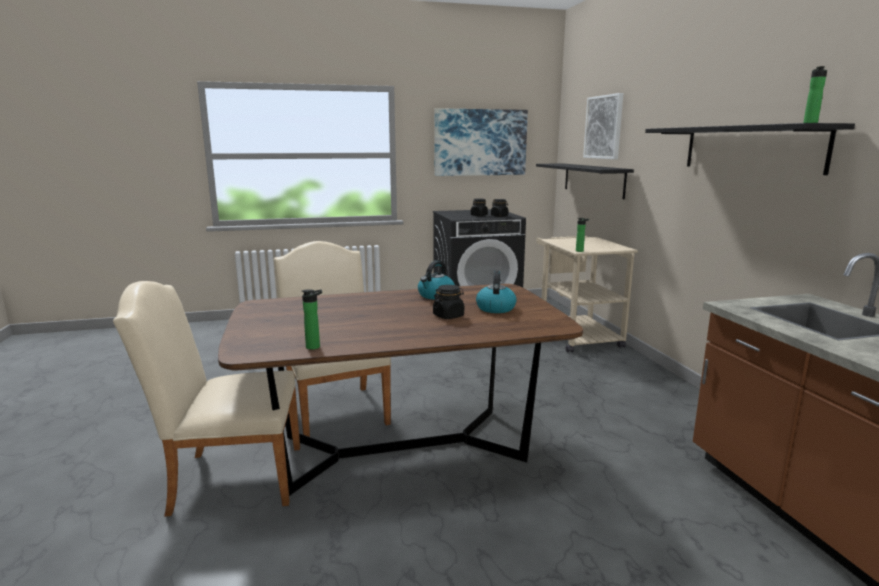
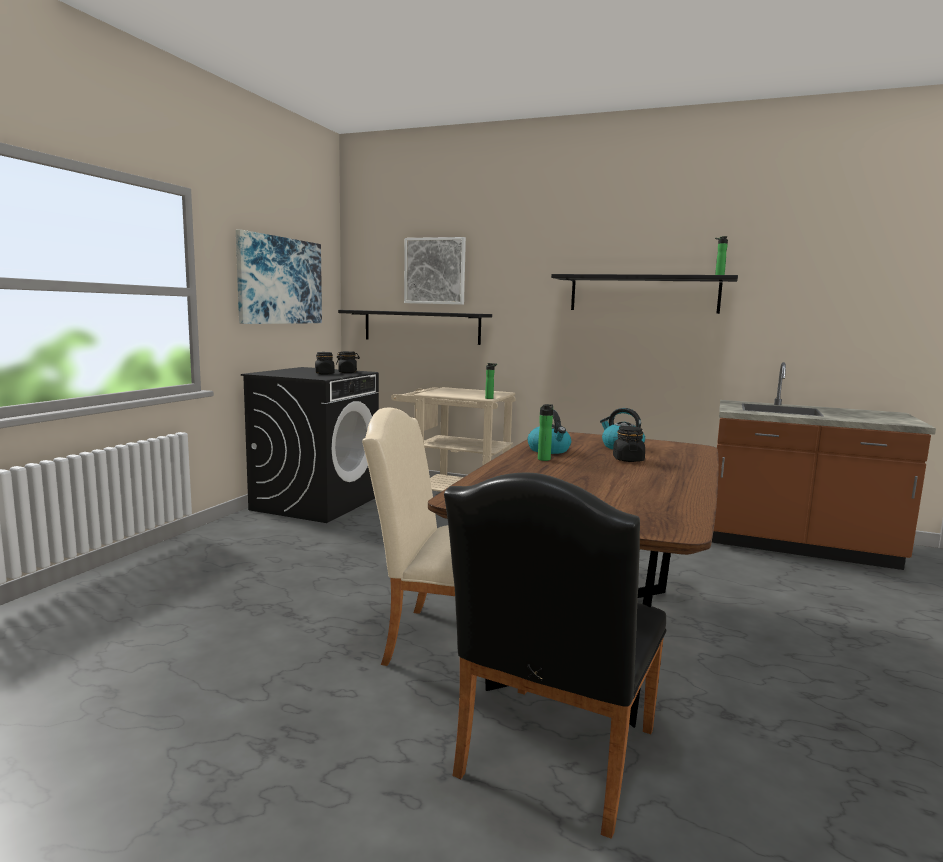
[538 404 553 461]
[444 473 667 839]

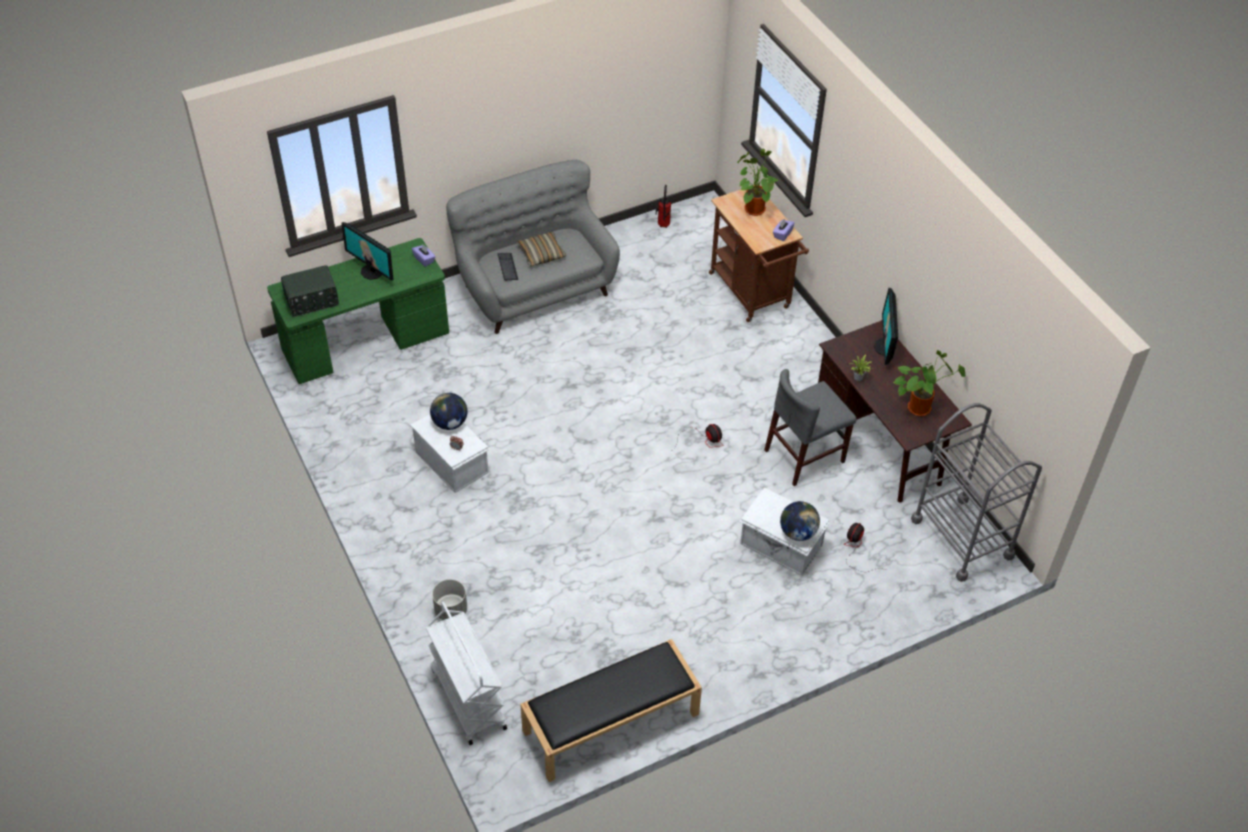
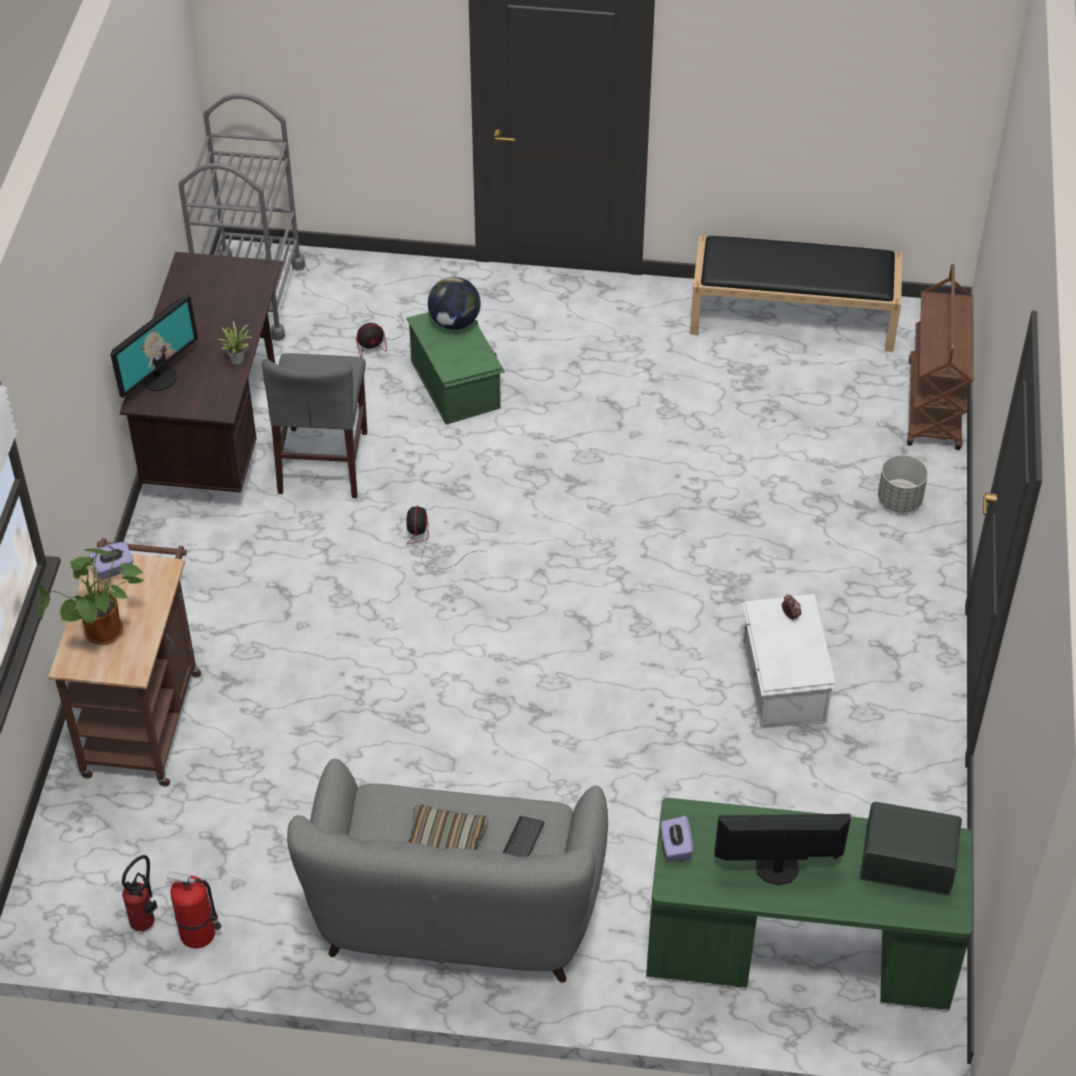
[430 393 467 430] (first image)
[893 350 965 416] (first image)
[166 871 222 949]
[907 264 974 450]
[407 312 505 425]
[714 814 851 885]
[262 353 367 498]

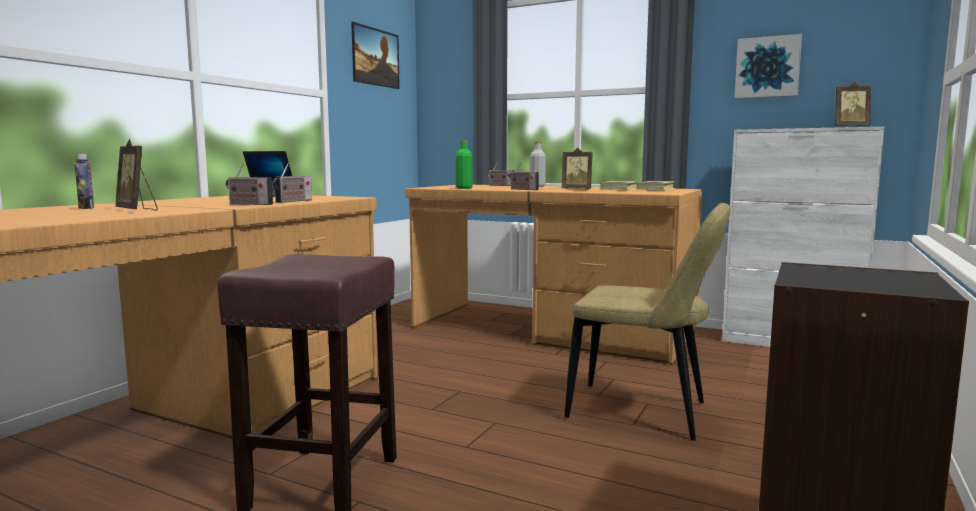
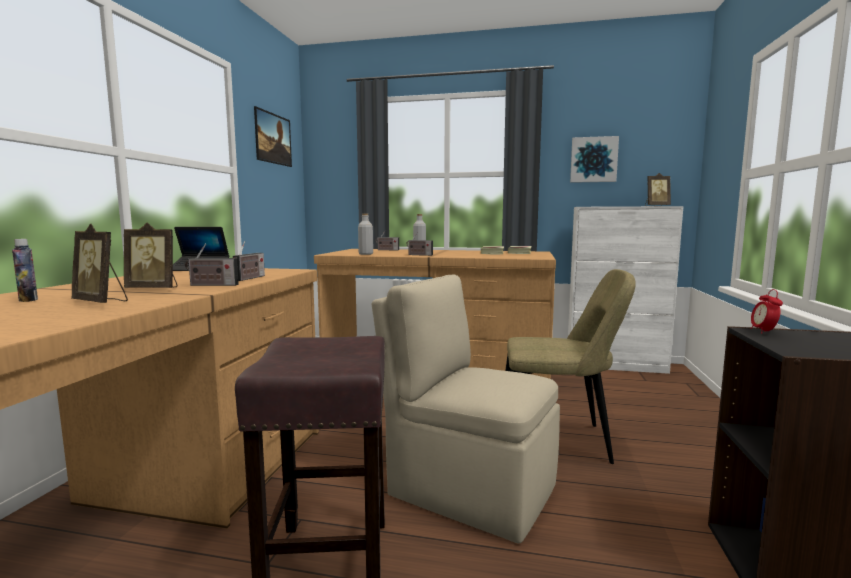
[372 275 560 543]
[751 289 783 334]
[124 223 178 288]
[358 214 373 255]

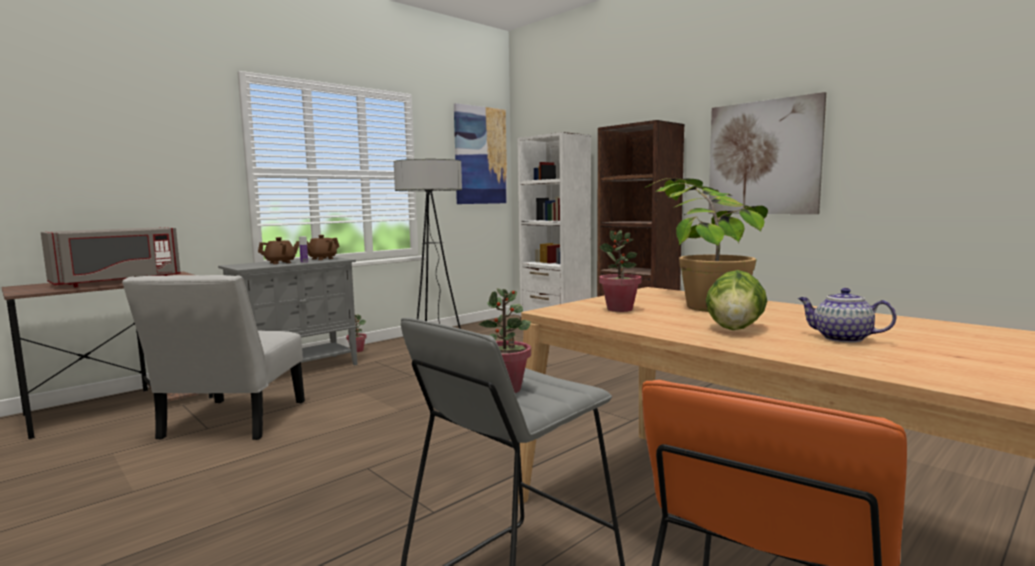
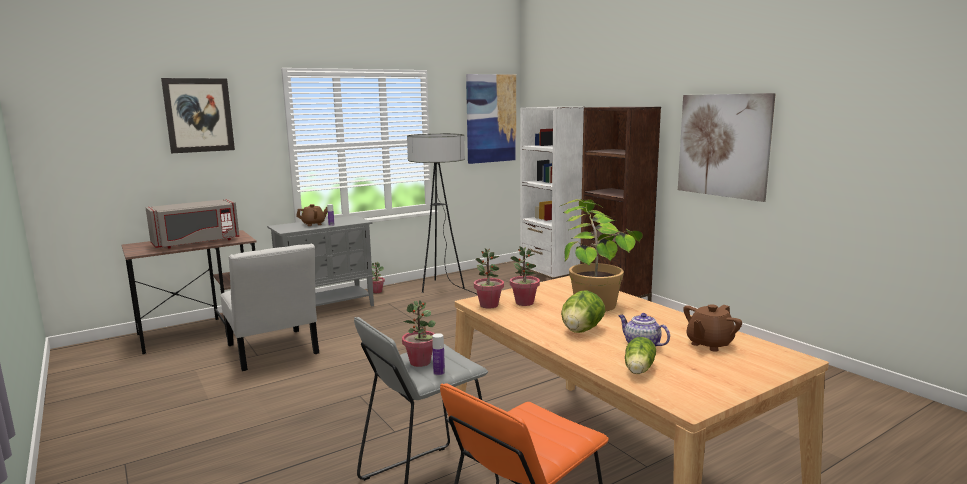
[161 78 235 153]
[432 333 445 376]
[474 248 504 309]
[625 337 656 374]
[683 304 742 352]
[220 243 319 371]

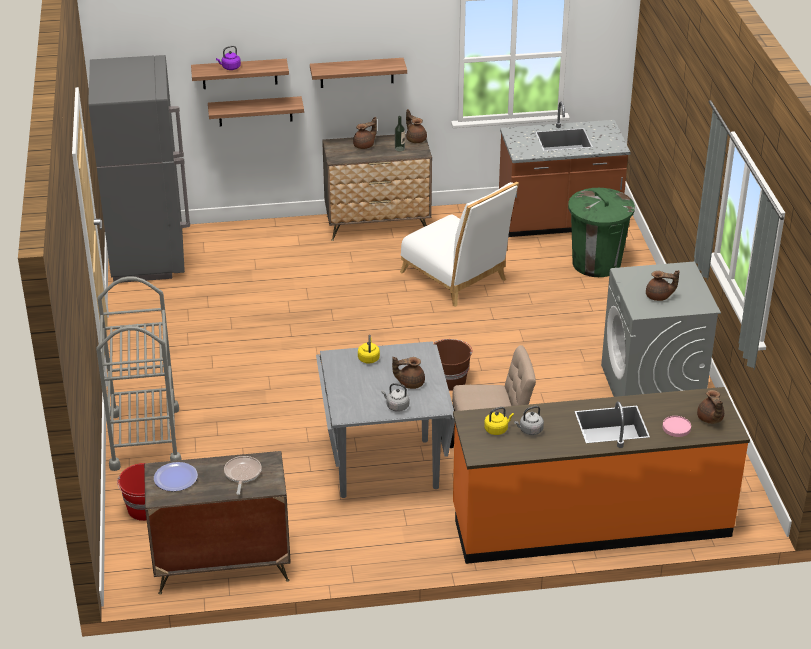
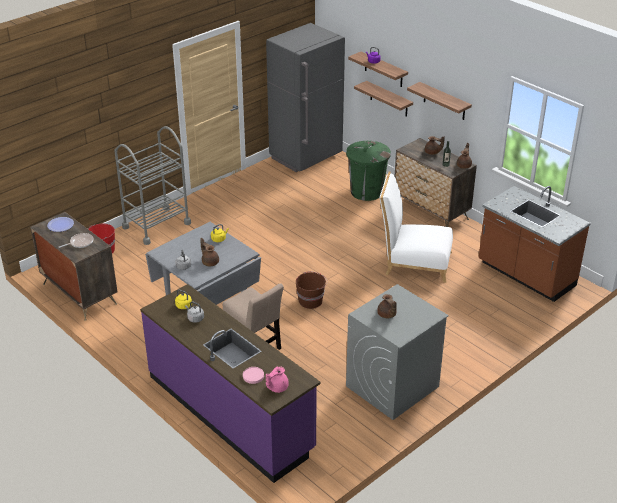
[346 141 391 201]
[140 284 321 483]
[266 366 289 393]
[380 172 453 283]

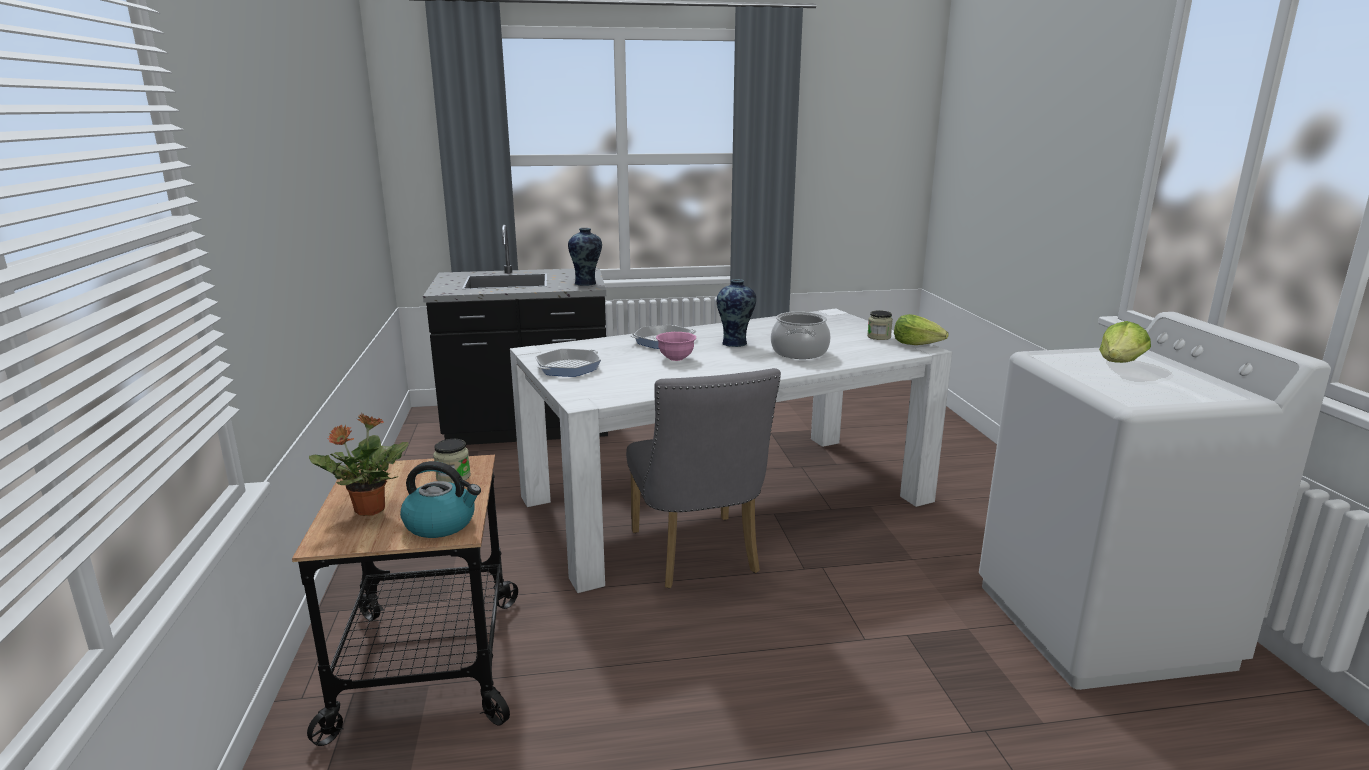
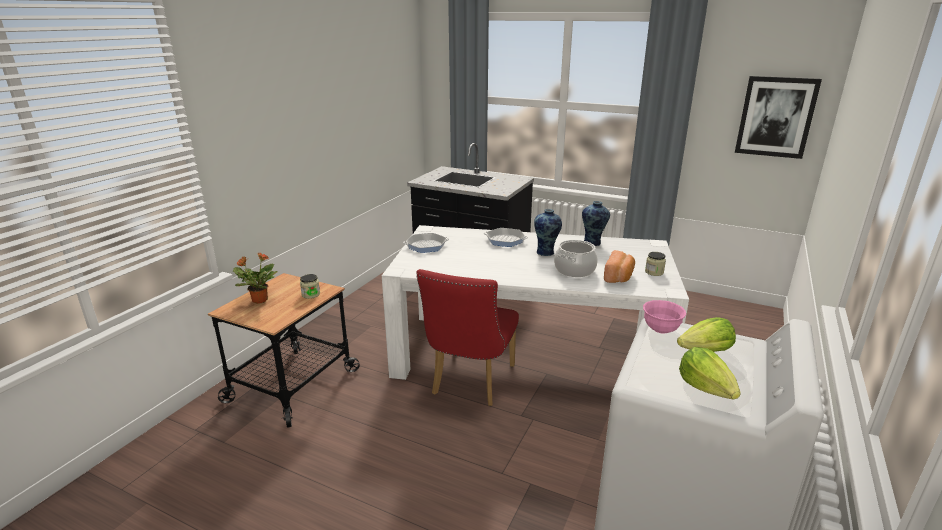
[400 461 481 538] (first image)
[604 250 635 283]
[735 76 822 159]
[582 201 610 246]
[643 300 686 334]
[679 347 741 399]
[417 269 519 406]

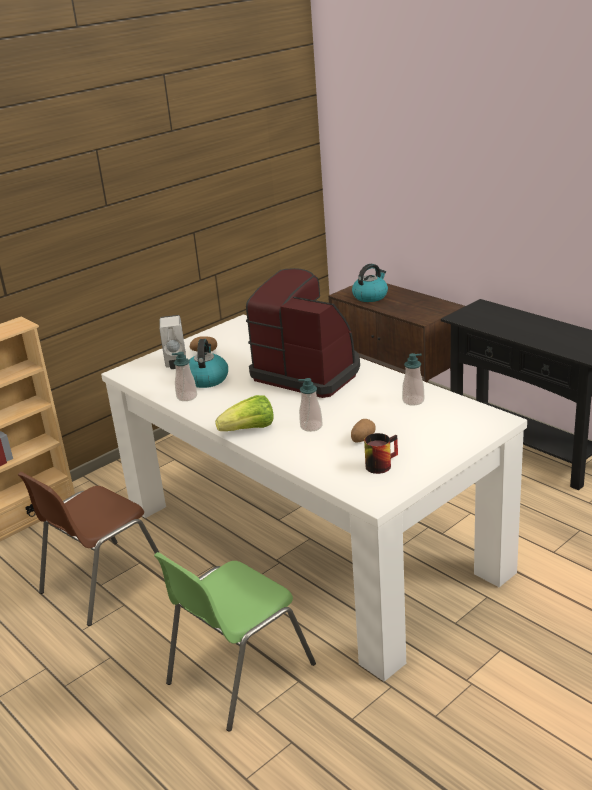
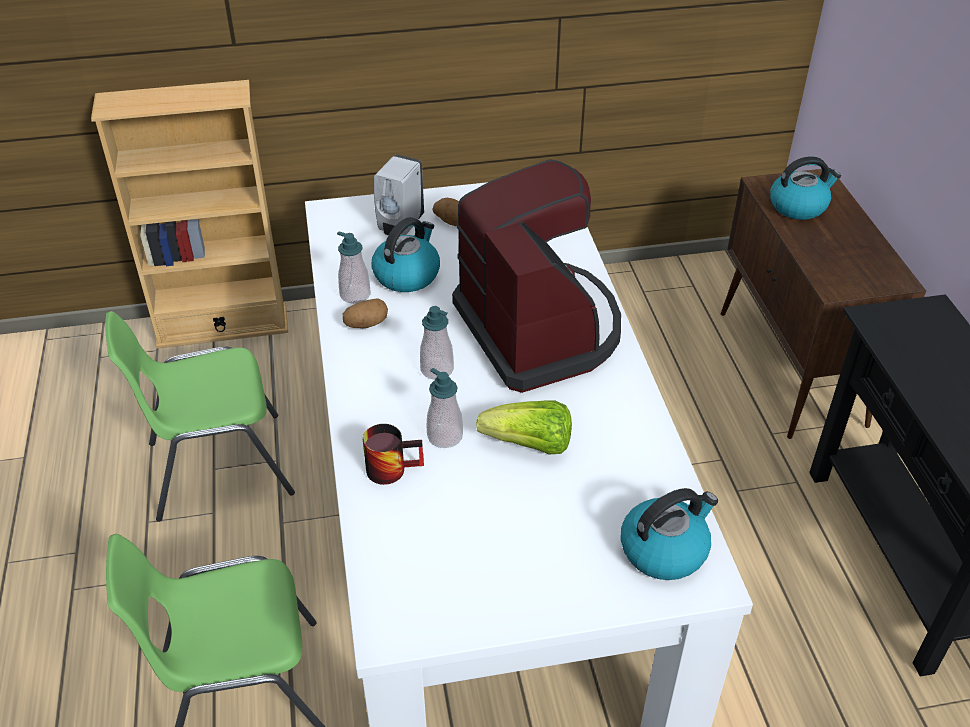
[621 488 718 580]
[476 400 572 454]
[343 298 388 328]
[363 424 424 485]
[420 306 454 380]
[105 311 295 522]

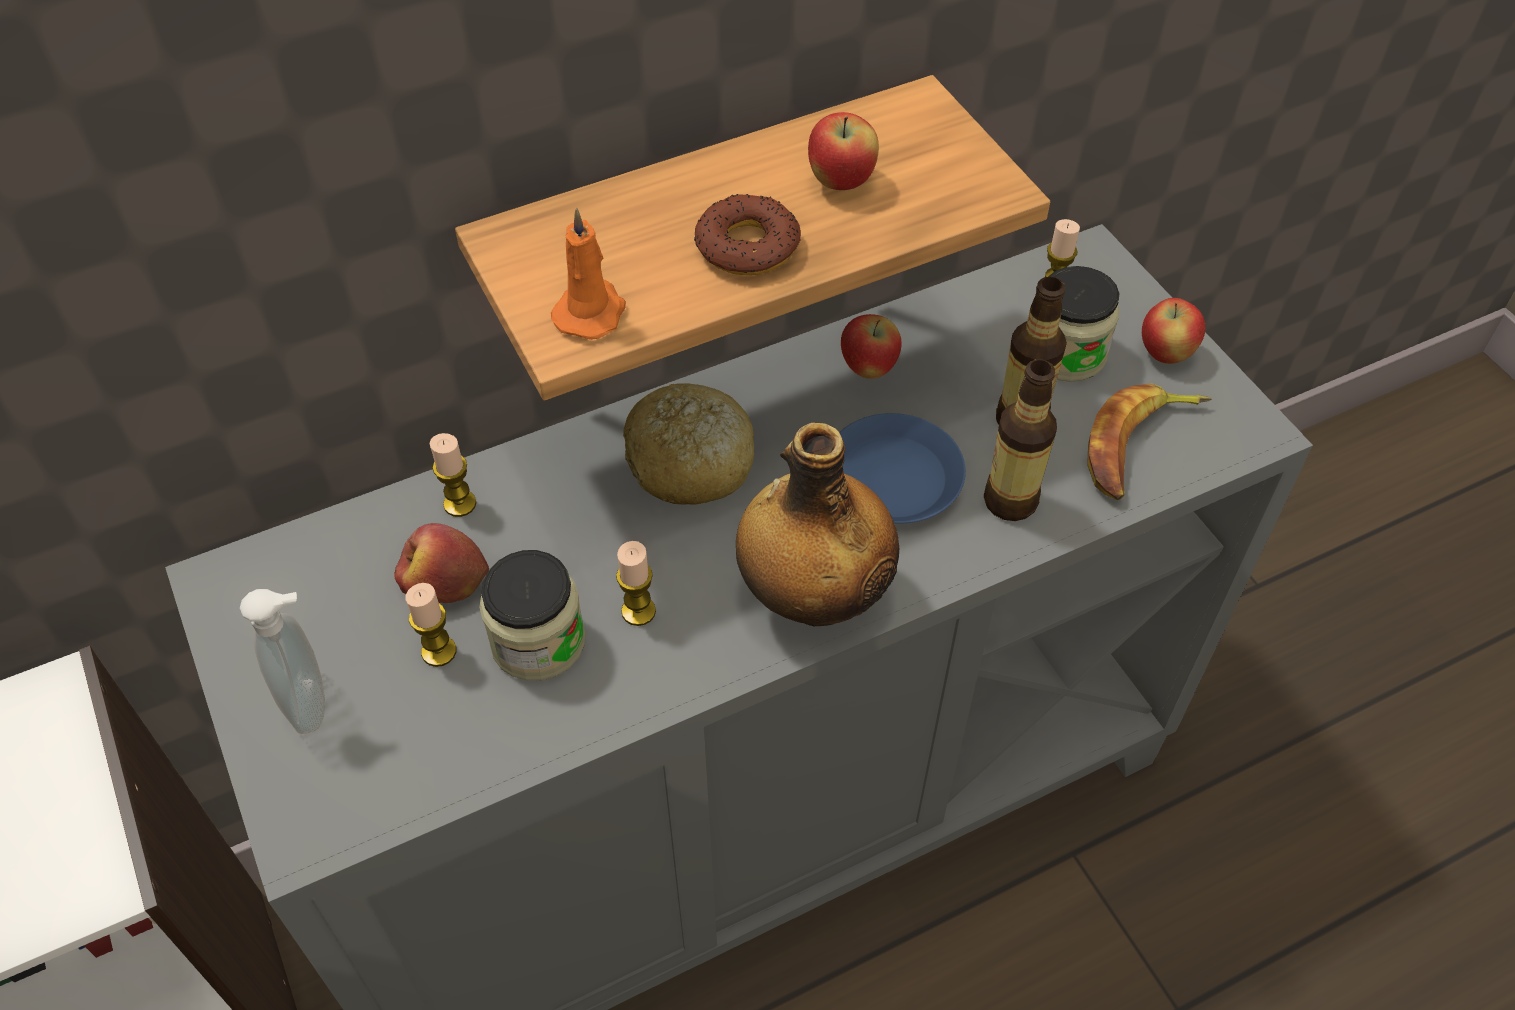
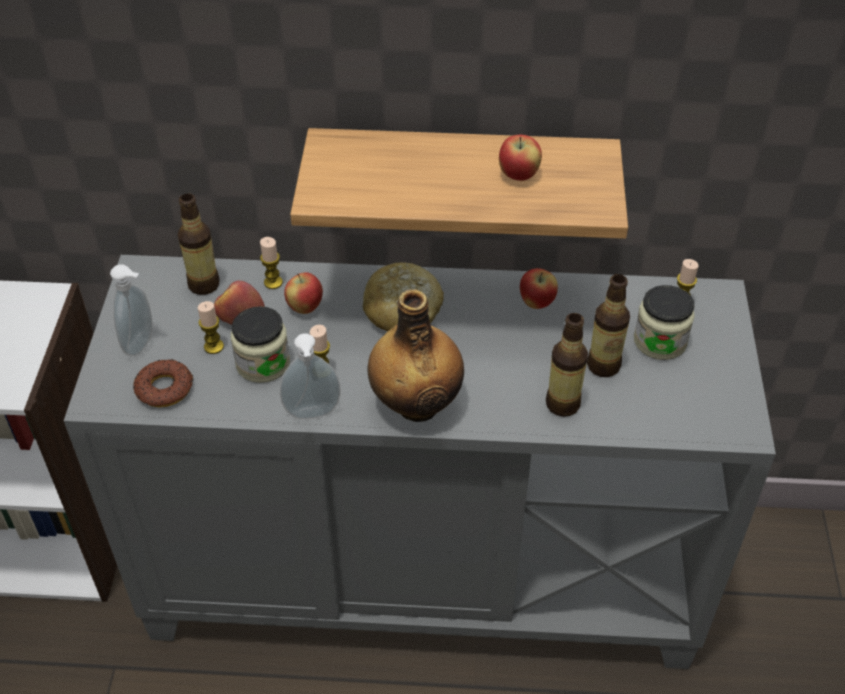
[551 207 626 340] (first image)
[839 413 966 524] (first image)
[1087 383 1211 500] (first image)
[178 194 219 295]
[280 333 341 419]
[133 359 193 407]
[284 272 323 314]

